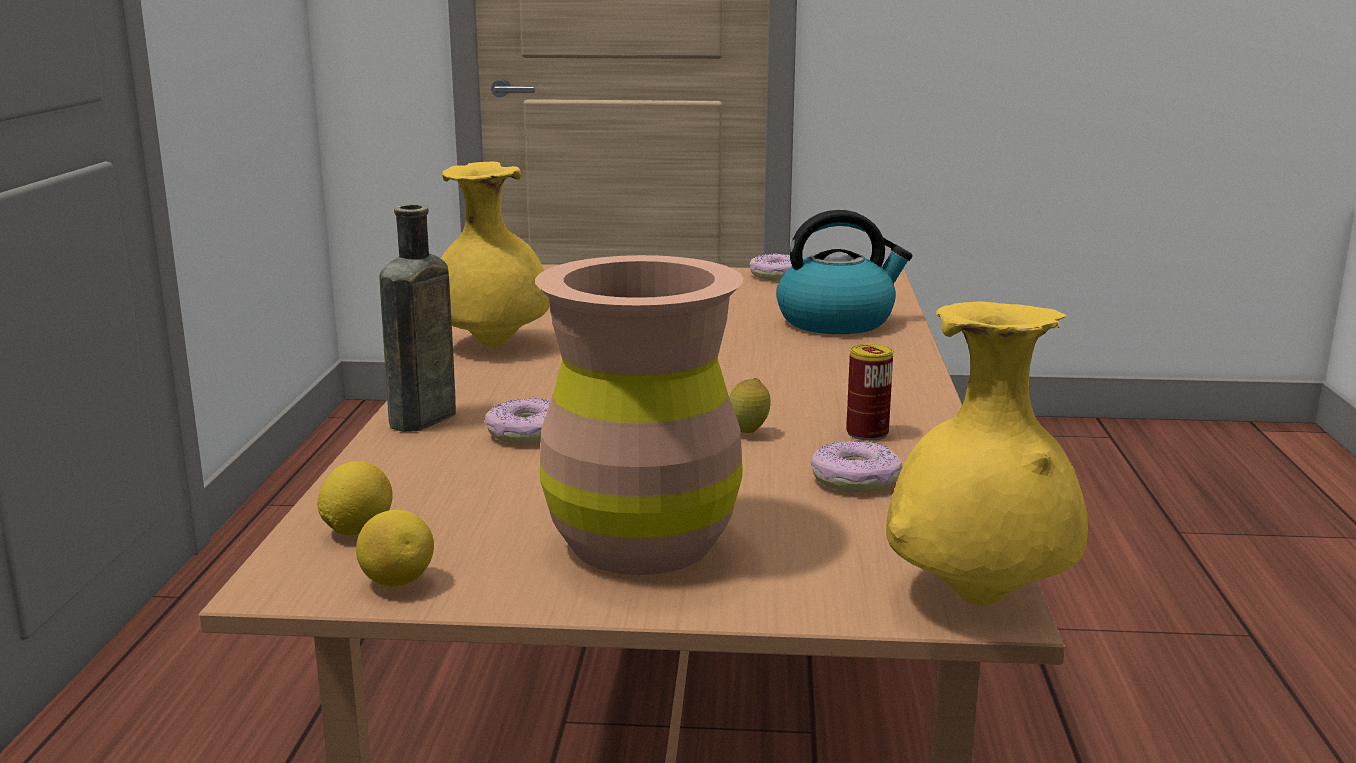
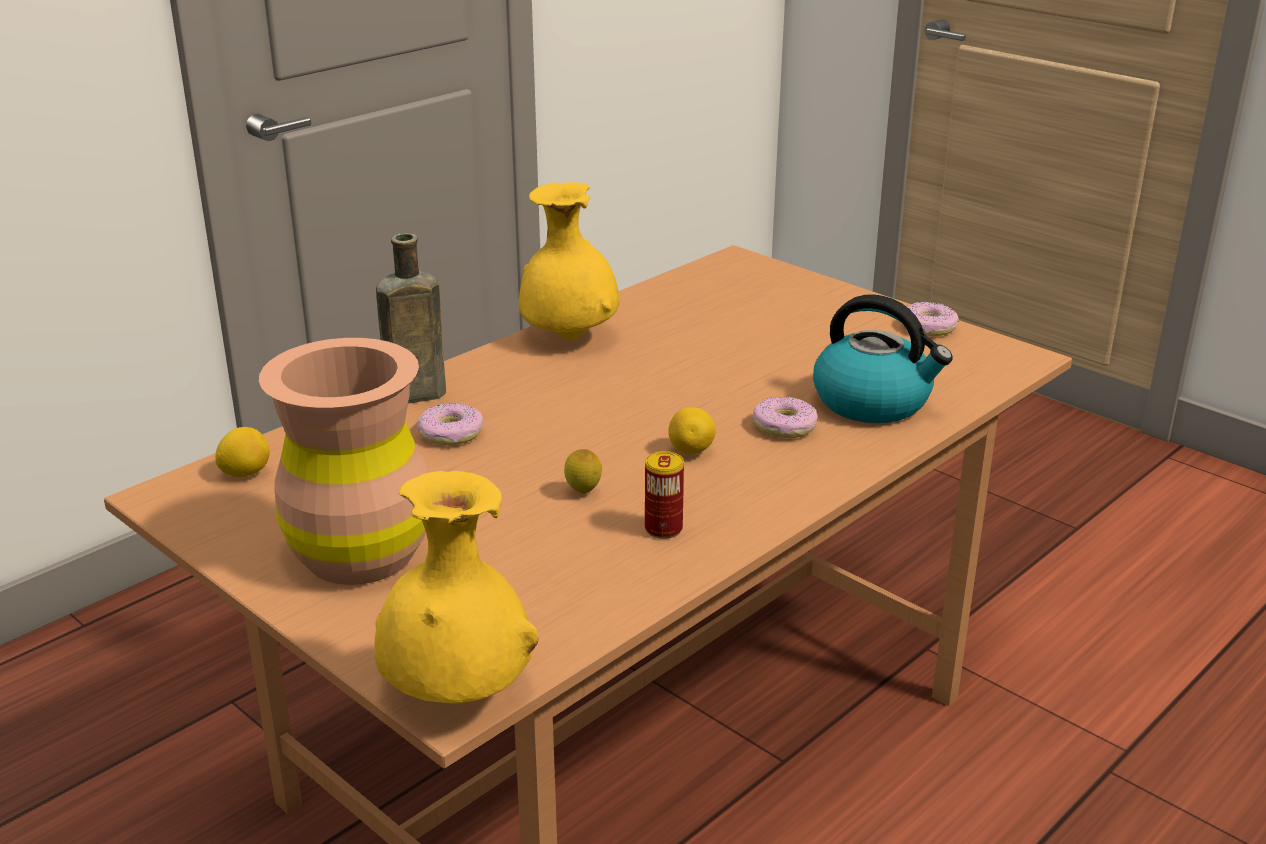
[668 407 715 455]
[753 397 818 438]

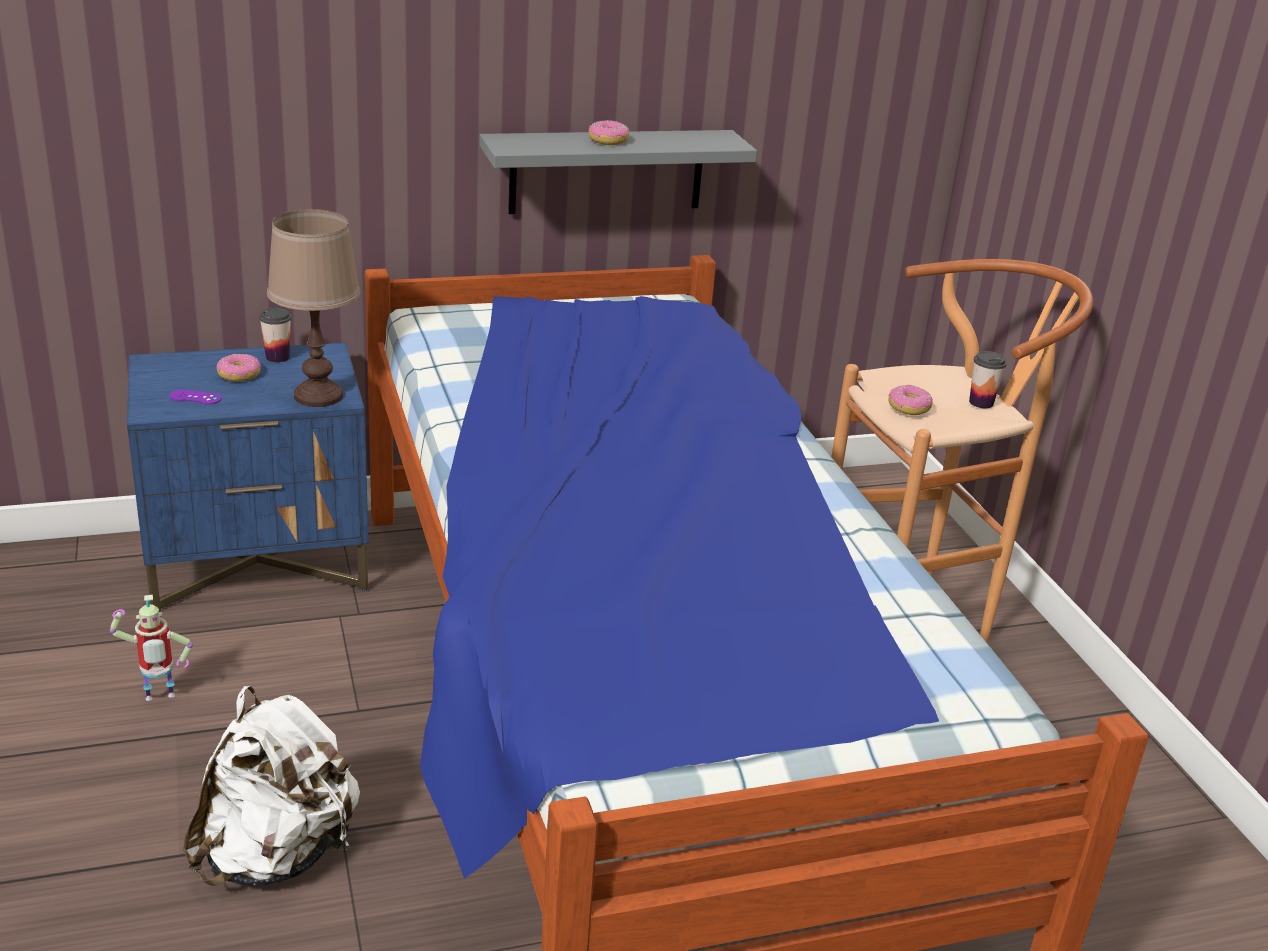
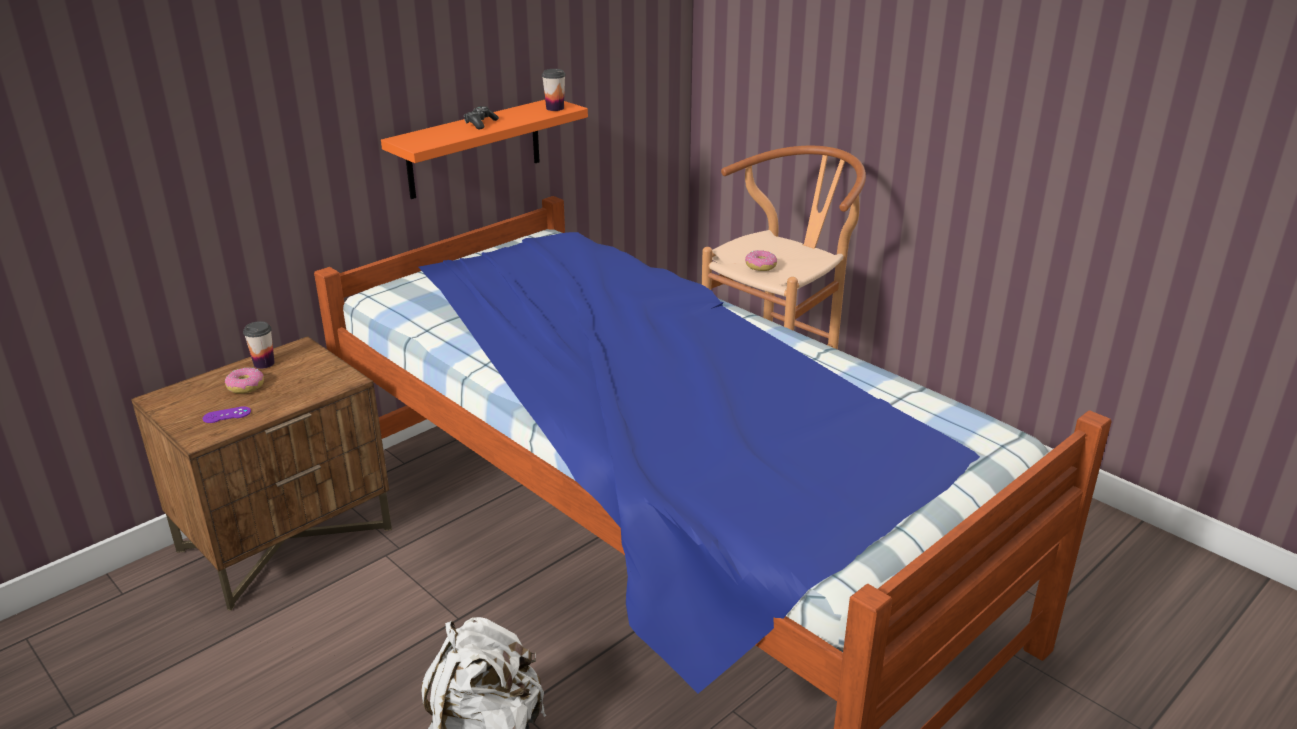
[110 595 193 701] (first image)
[267 209 360 407] (first image)
[542 69 566 111]
[464 106 499 129]
[131 336 392 611]
[381 100 588 199]

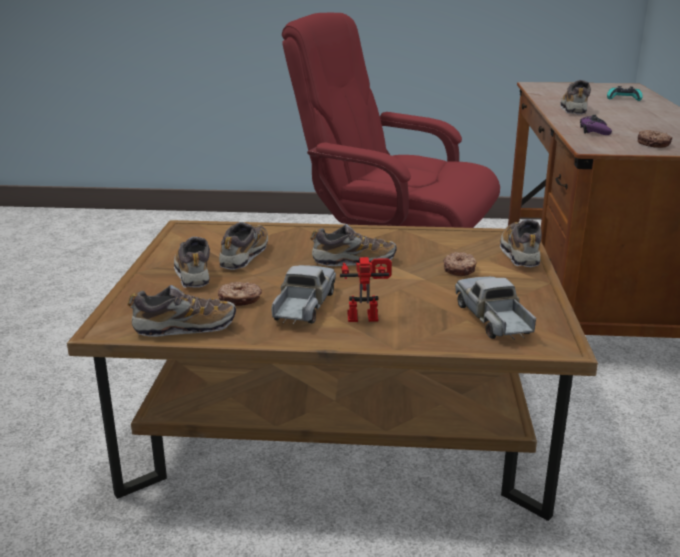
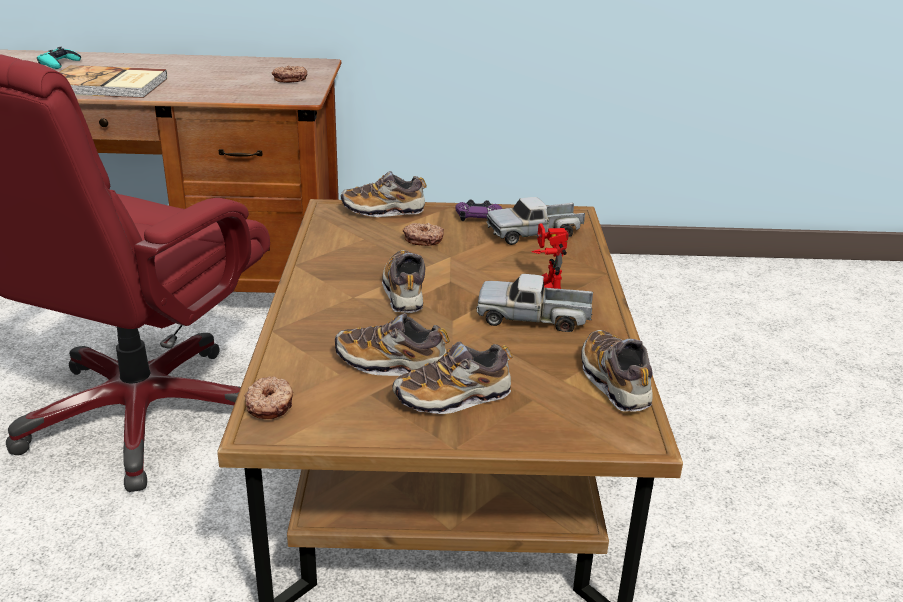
[245 376 293 419]
[455 199 502 221]
[59 65 167 98]

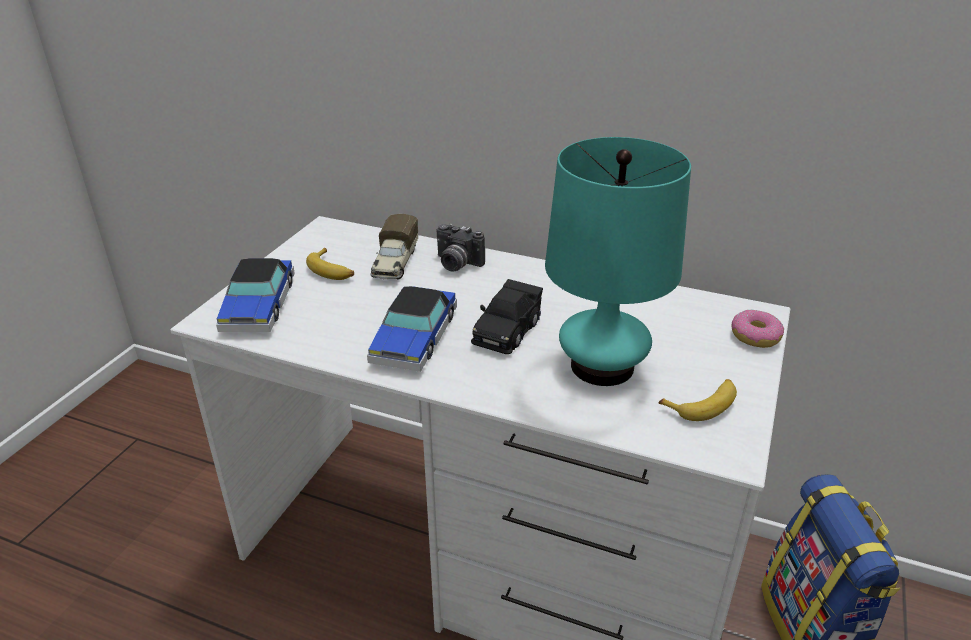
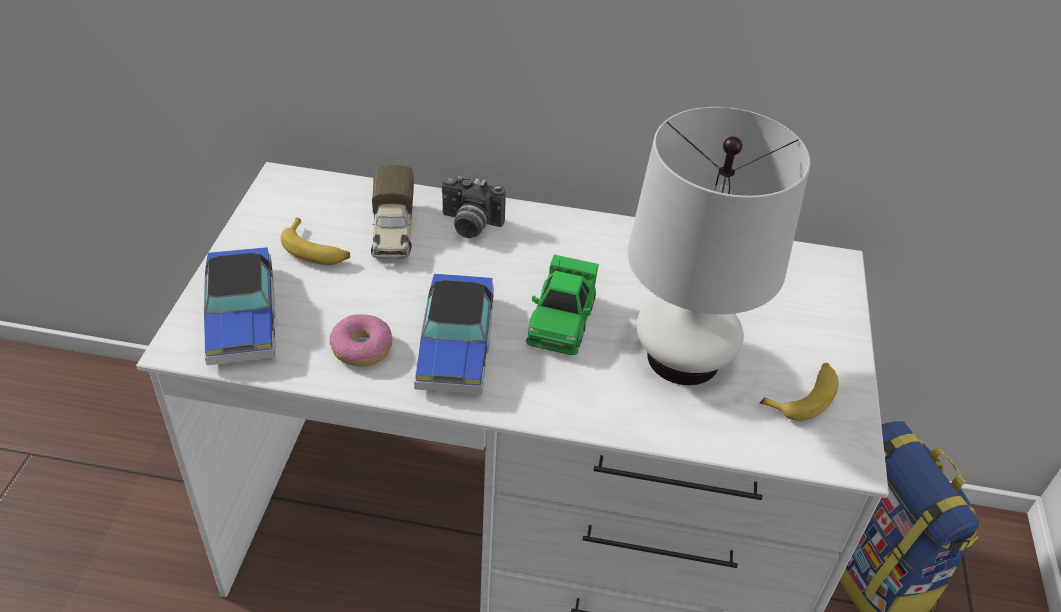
[330 314 393 366]
[526 255 599 355]
[628 107 810 385]

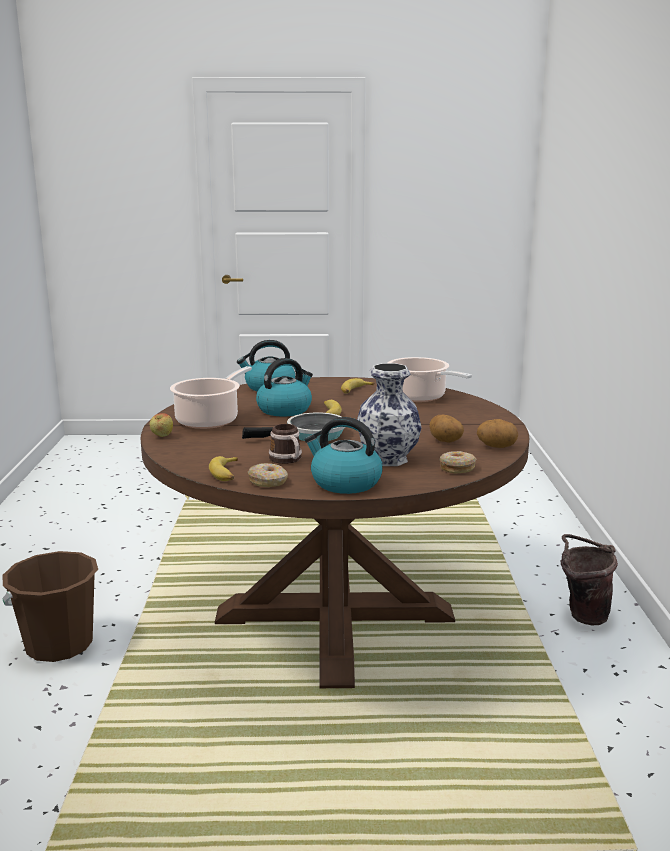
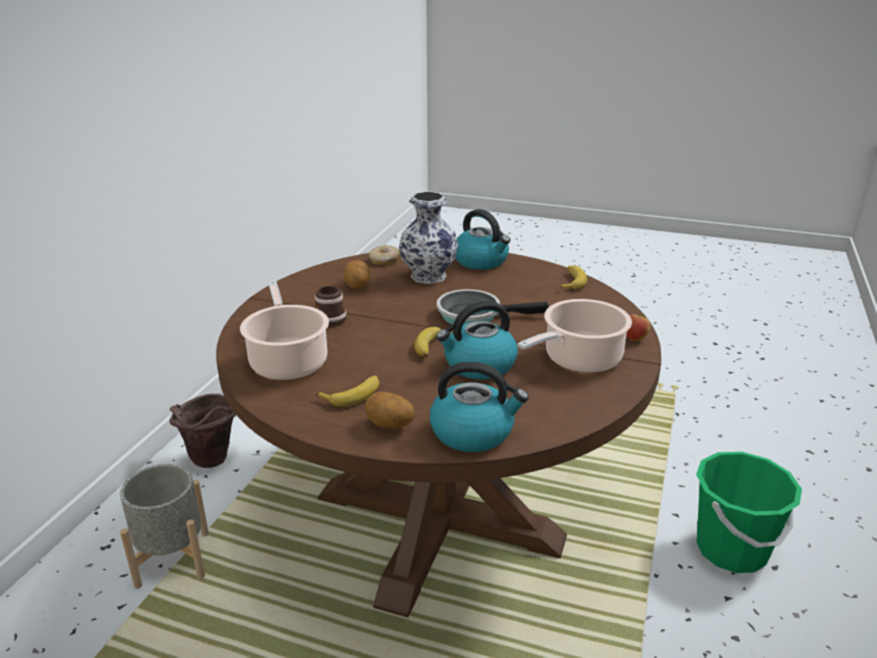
[247 463 288 487] (first image)
[120 464 209 589]
[314 286 347 327]
[365 392 415 429]
[696 452 802 573]

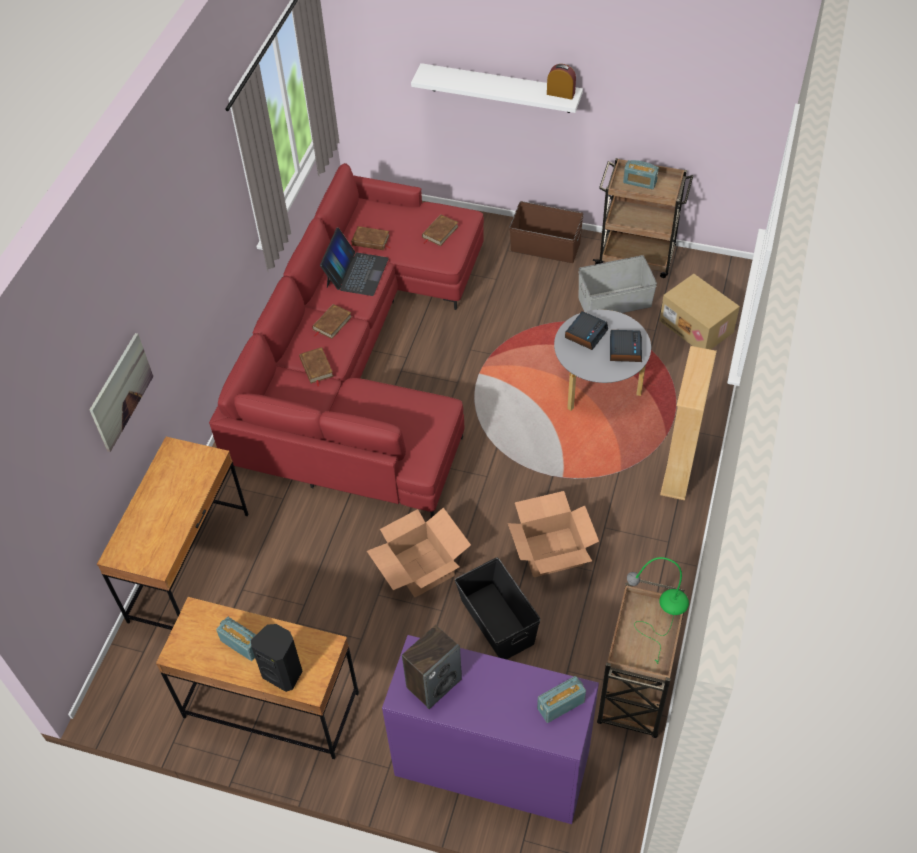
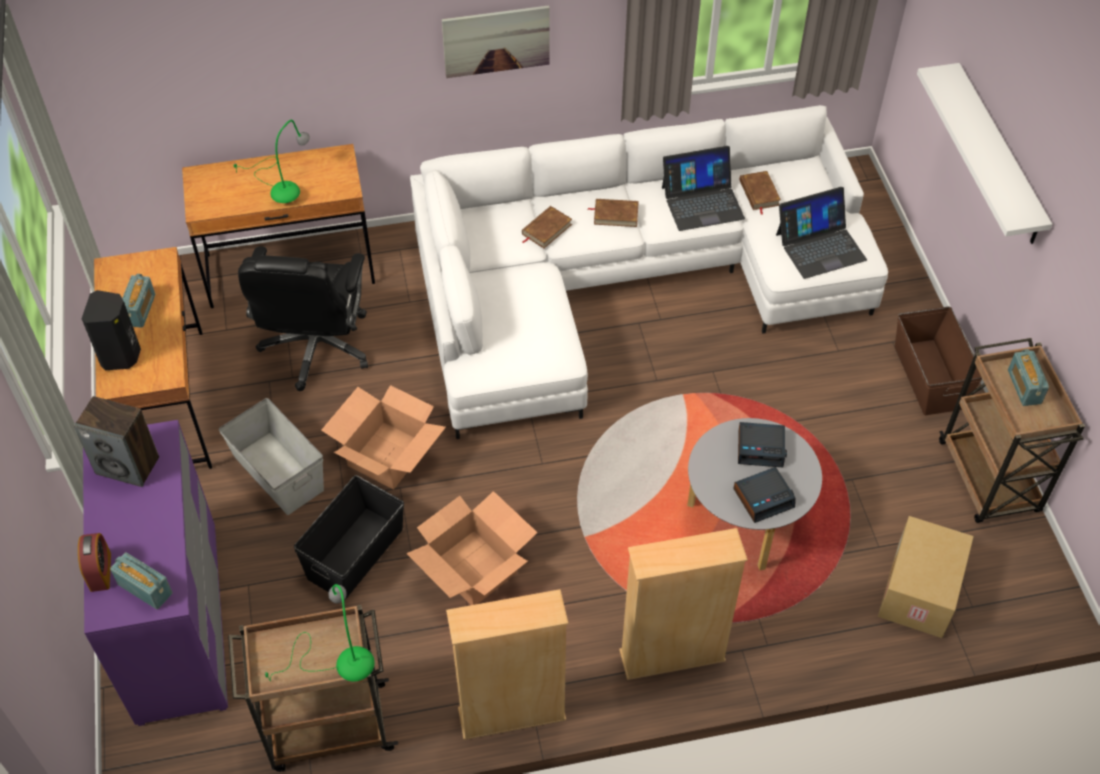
[233 120 310 203]
[238 246 368 391]
[446 589 568 740]
[442 5 550 78]
[78 533 111 592]
[219 398 324 515]
[776 187 867 279]
[410 105 888 439]

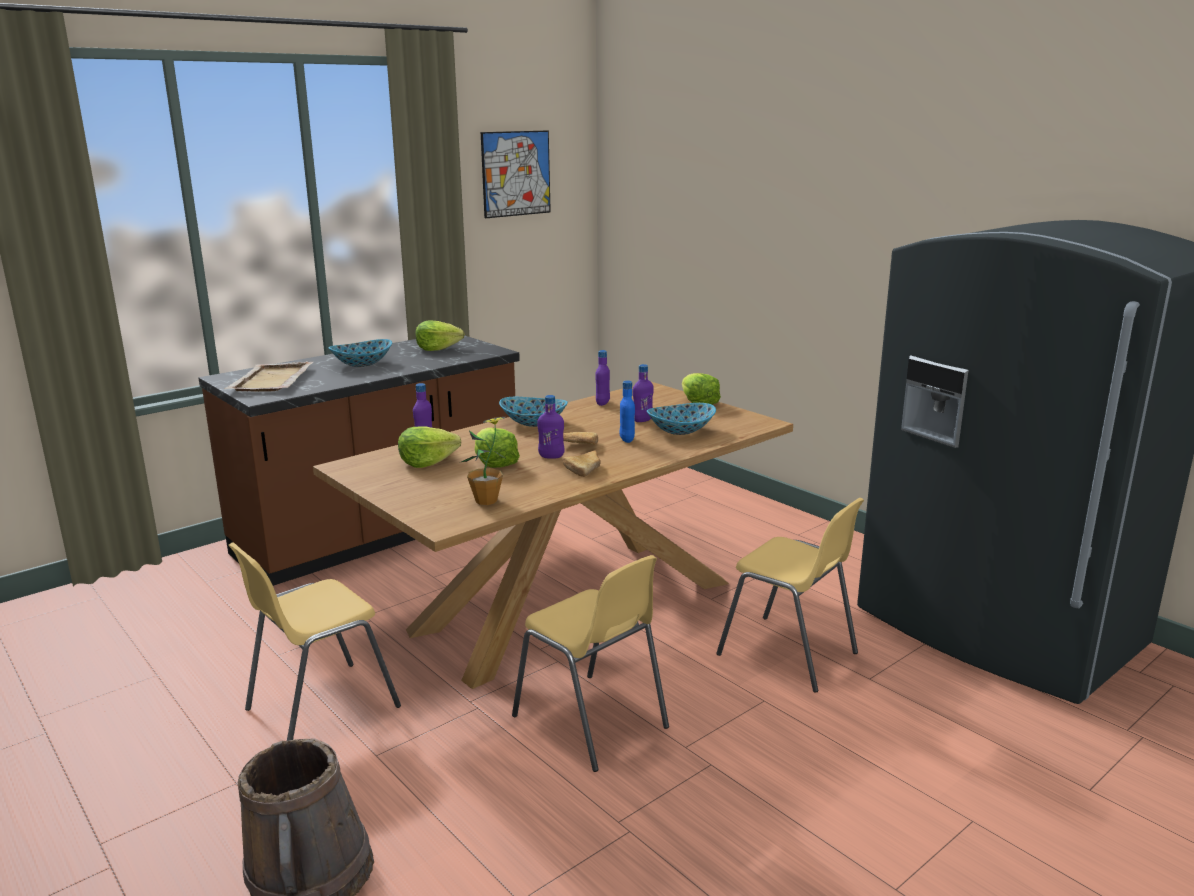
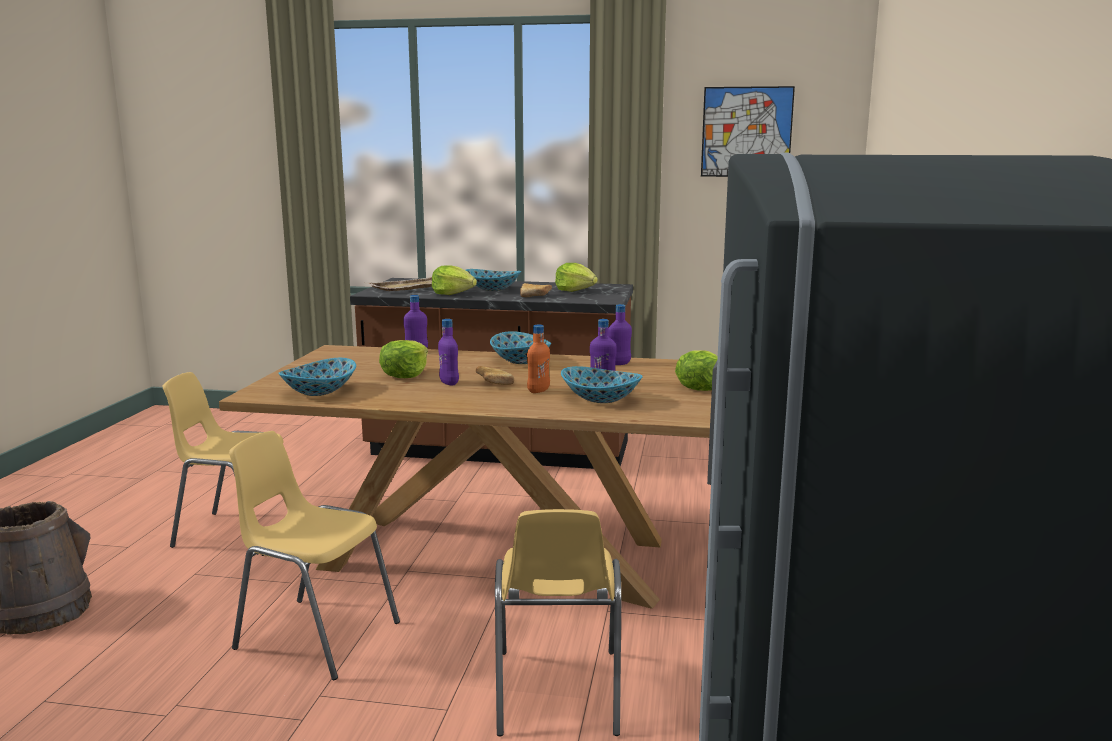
[432 265 477 295]
[520 283 552 297]
[278 358 356 396]
[527 325 550 393]
[229 431 400 680]

